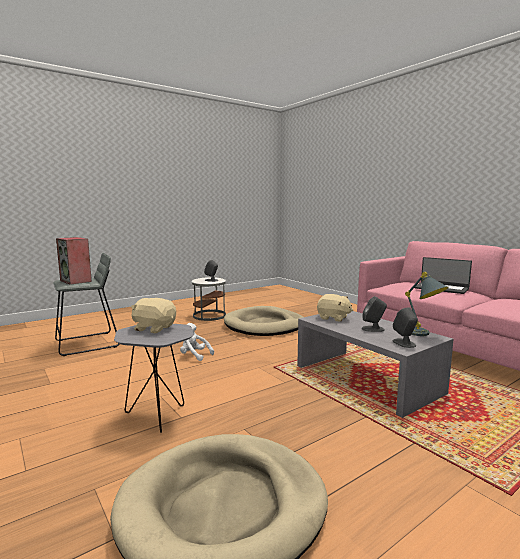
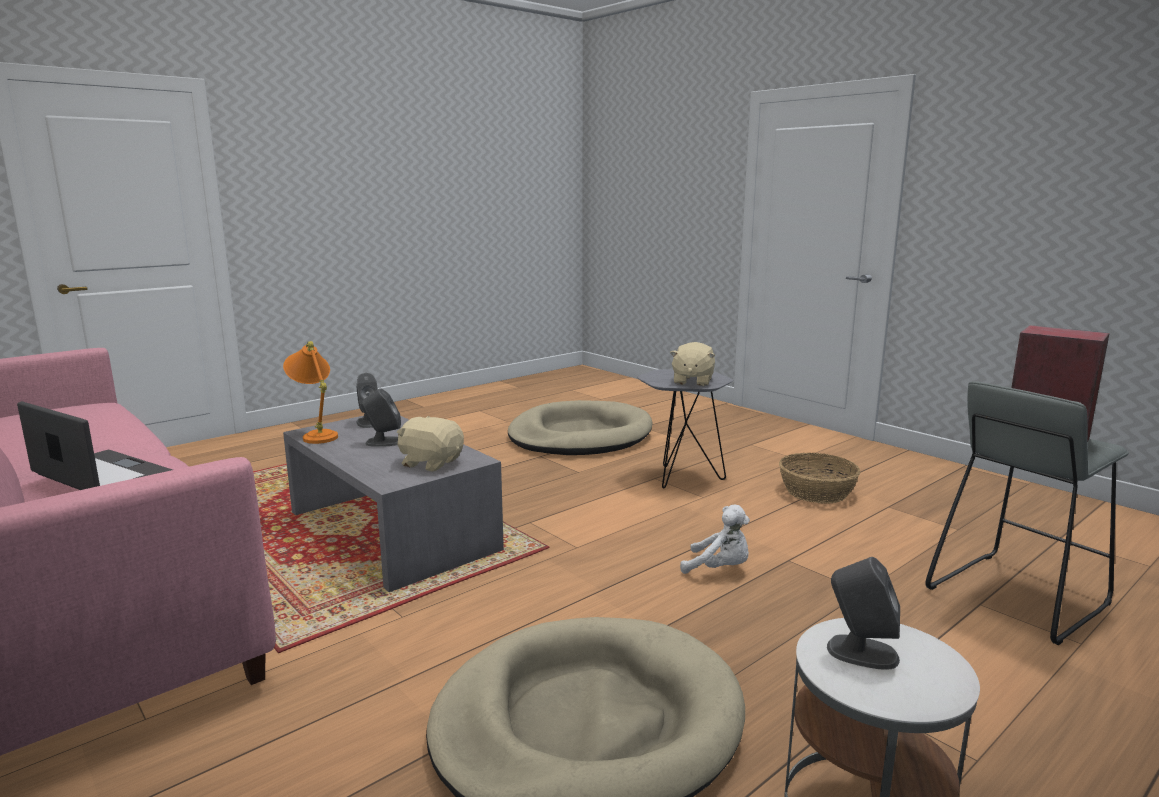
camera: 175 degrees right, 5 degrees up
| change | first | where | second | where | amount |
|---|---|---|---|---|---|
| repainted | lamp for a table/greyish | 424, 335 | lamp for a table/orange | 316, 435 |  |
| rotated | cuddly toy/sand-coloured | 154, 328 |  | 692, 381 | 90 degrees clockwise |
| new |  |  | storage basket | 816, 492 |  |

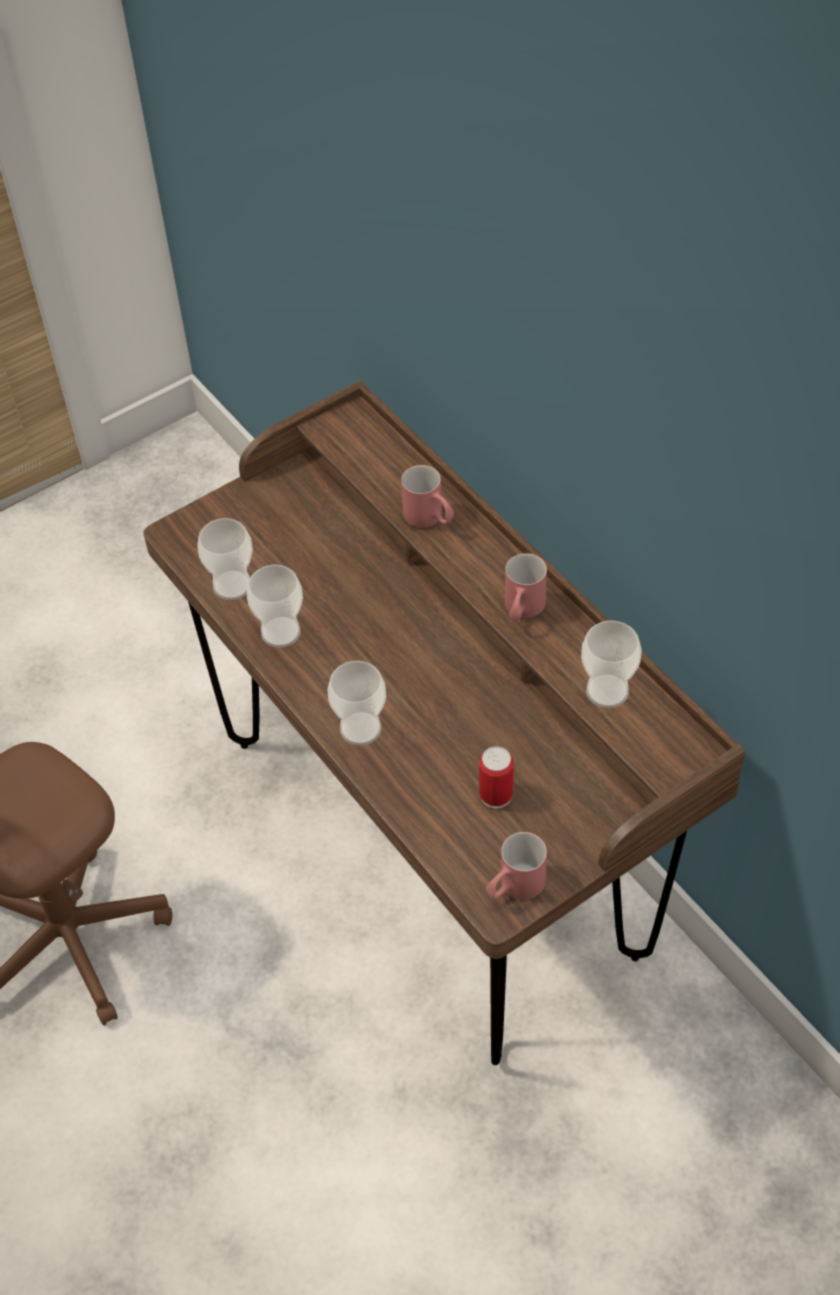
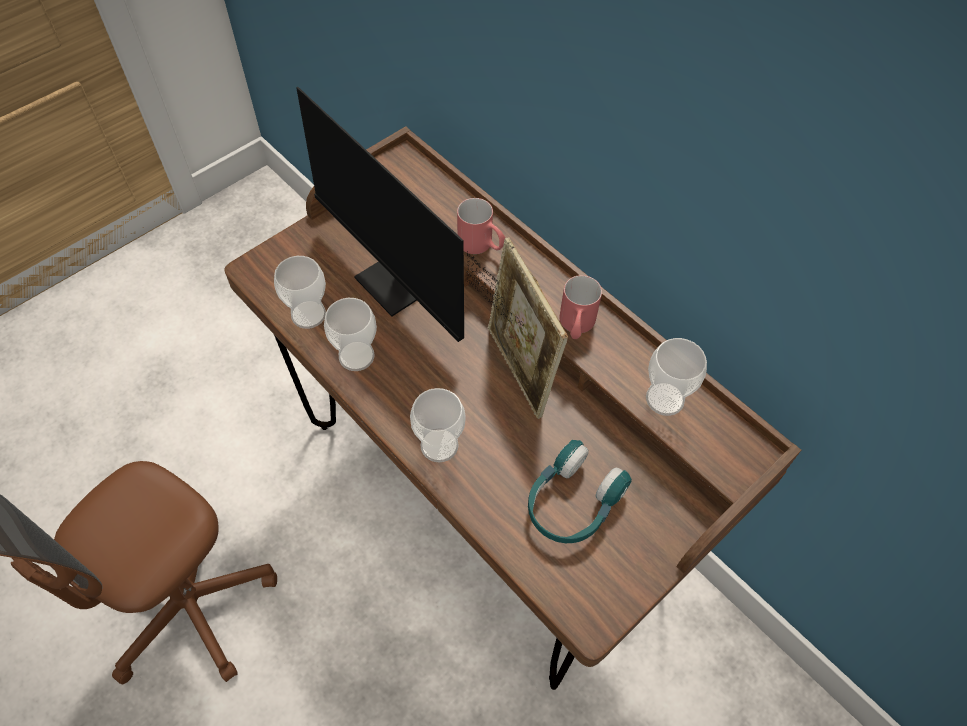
camera: 10 degrees left, 5 degrees up
| change | first | where | second | where | amount |
|---|---|---|---|---|---|
| swapped | sealed can | 496, 795 | headset/blue-green | 572, 503 |  |
| gone | mug/red | 514, 887 |  |  |  |
| new |  |  | monitor | 402, 290 |  |
| new |  |  | picture frame | 519, 371 |  |

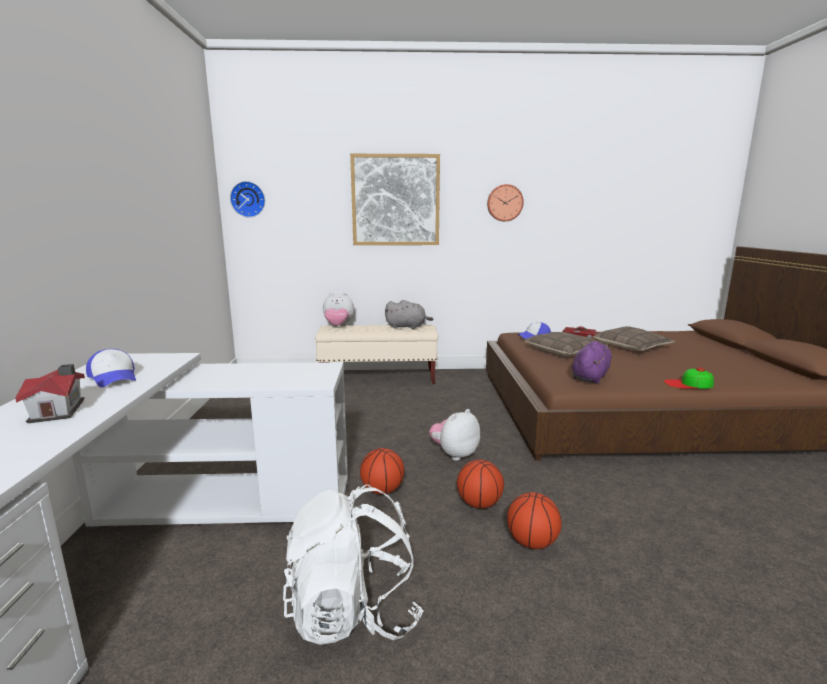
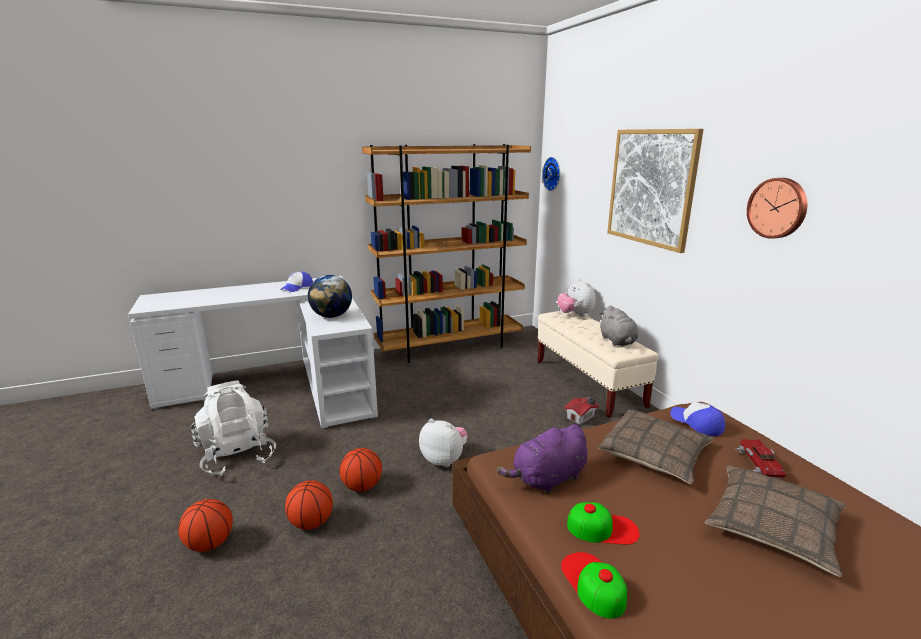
camera: 70 degrees right, 5 degrees up
| change | first | where | second | where | amount |
|---|---|---|---|---|---|
| rotated | cuddly toy/purple-coloured | 590, 377 |  | 547, 479 | 135 degrees clockwise |
| shifted | miniature house | 60, 410 |  | 581, 418 |  |
| shifted | ball for basketball | 382, 490 |  | 210, 544 |  |
| new |  |  | bookshelf/brown | 450, 347 |  |
| new |  |  | globe | 332, 316 |  |
| new |  |  | cap | 602, 528 |  |

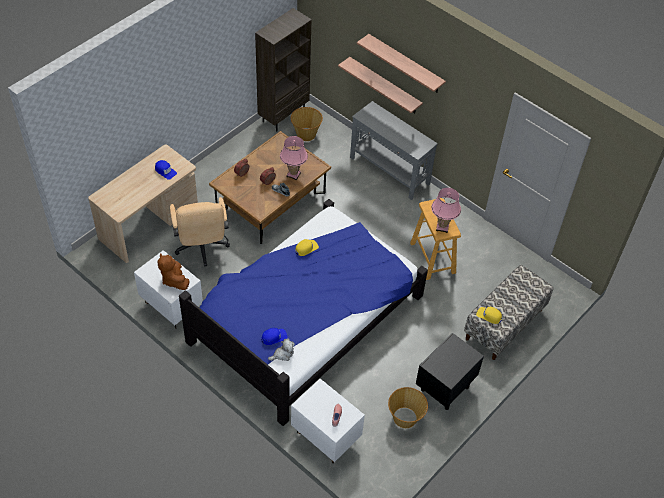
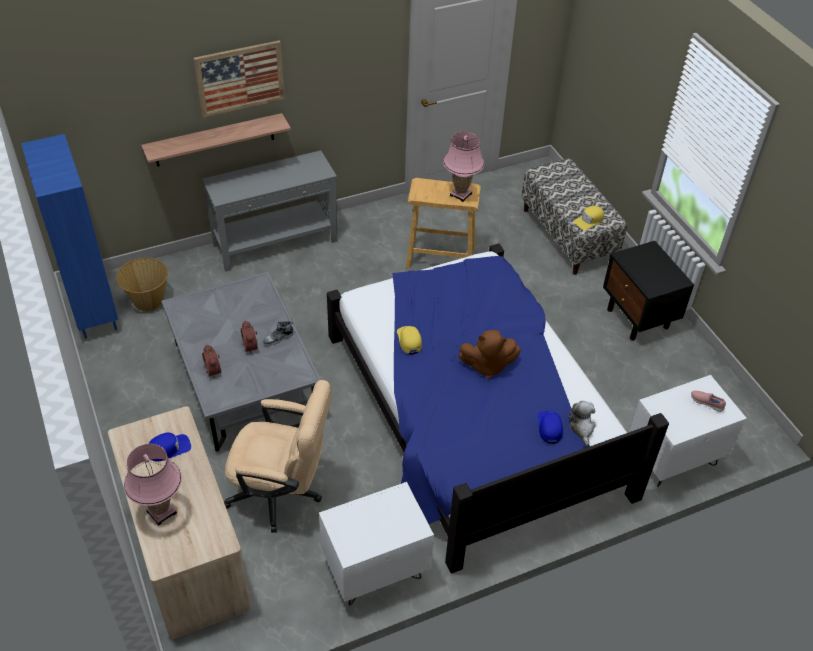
camera: 65 degrees left, 5 degrees down
| change | first | where | second | where | amount |
|---|---|---|---|---|---|
| repainted | bookshelf/brown | 283, 115 | bookshelf/blue | 93, 312 |  |
| swapped | wall shelf | 405, 64 | picture | 240, 78 |  |
| repainted | coffee table/brown | 271, 201 | coffee table/greyish | 244, 380 |  |
| shifted | lamp for a table/pinkish | 293, 175 |  | 161, 512 |  |
| shifted | cuddly toy/brown | 174, 280 |  | 487, 365 |  |
| gone | storage basket | 405, 418 |  |  |  |

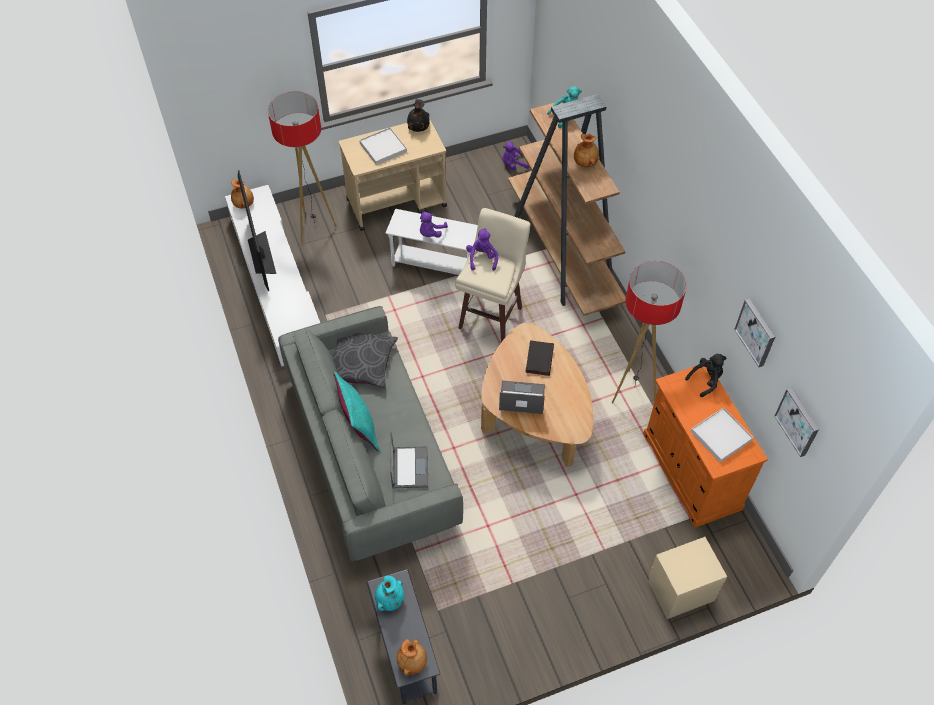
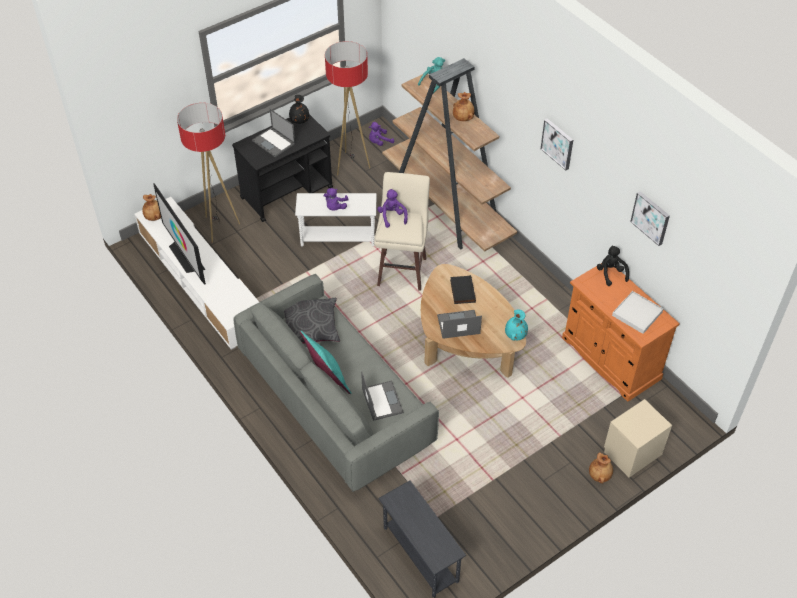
camera: 15 degrees left, 5 degrees down
| change | first | where | second | where | amount |
|---|---|---|---|---|---|
| repainted | wheeled cart/sand-coloured | 397, 202 | wheeled cart/black-coloured | 287, 192 |  |
| swapped | tray/white | 383, 148 | portable computer | 274, 142 |  |
| shifted | floor lamp | 632, 392 |  | 351, 165 |  |
| rotated | cuddly toy/black-coloured | 706, 380 |  | 611, 273 | 60 degrees counterclockwise |
| shifted | picture | 798, 421 |  | 558, 143 |  |
| shifted | vase/blue-green | 389, 599 |  | 515, 335 |  |
| shifted | vase/brown | 413, 662 |  | 600, 475 |  |

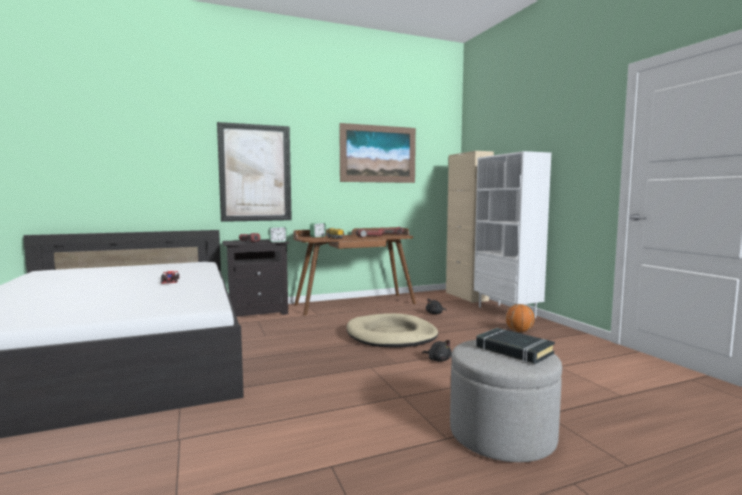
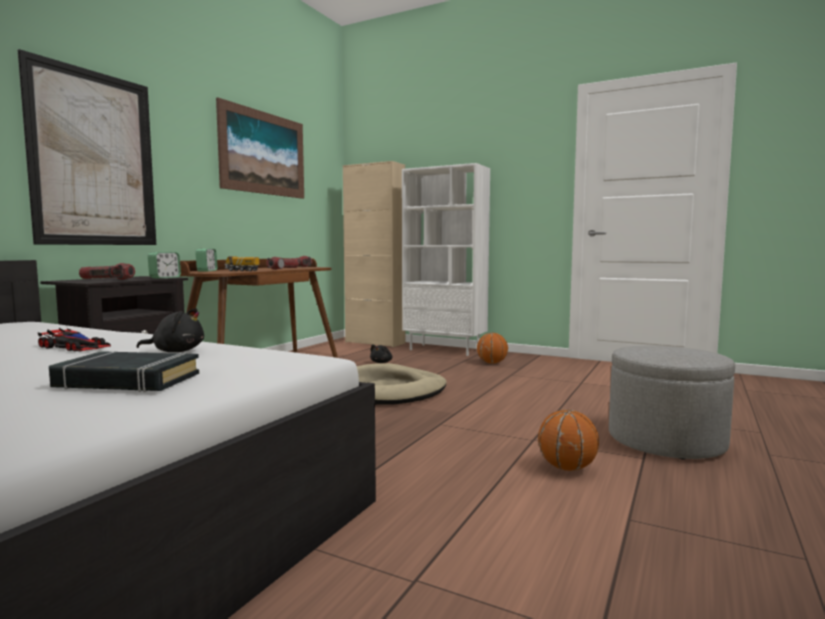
camera: 40 degrees left, 0 degrees up
| change | first | where | second | where | amount |
|---|---|---|---|---|---|
| shifted | volume/black-coloured | 513, 350 |  | 127, 381 |  |
| shifted | cuddly toy/black-coloured | 438, 360 |  | 176, 351 |  |
| new |  |  | ball for basketball | 567, 468 |  |

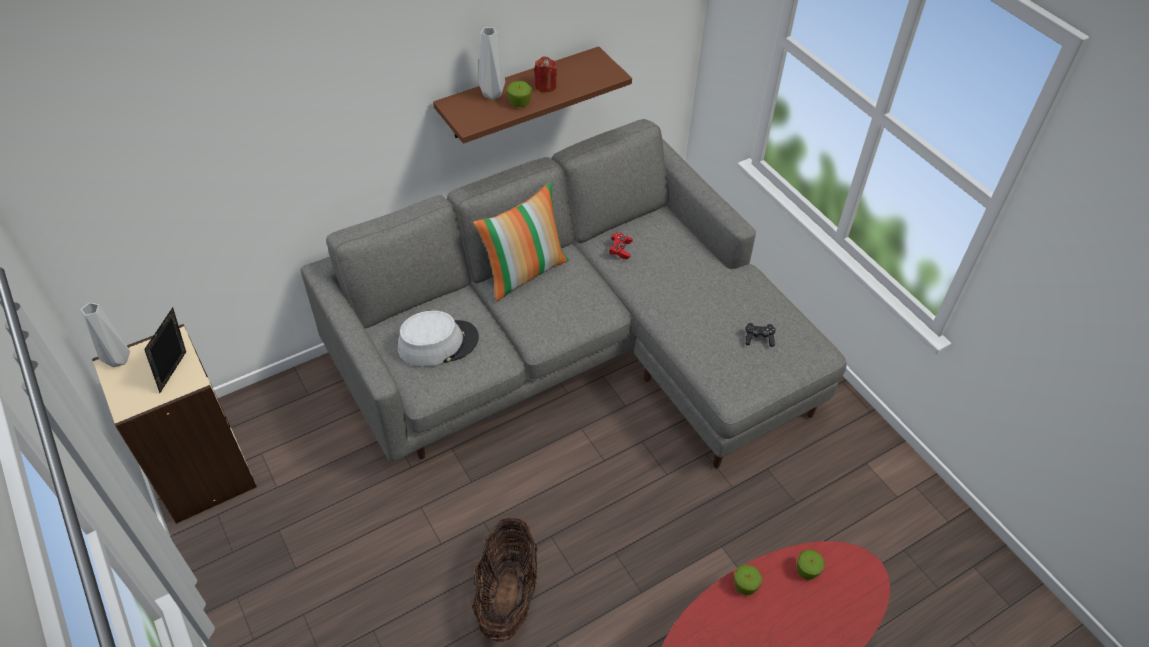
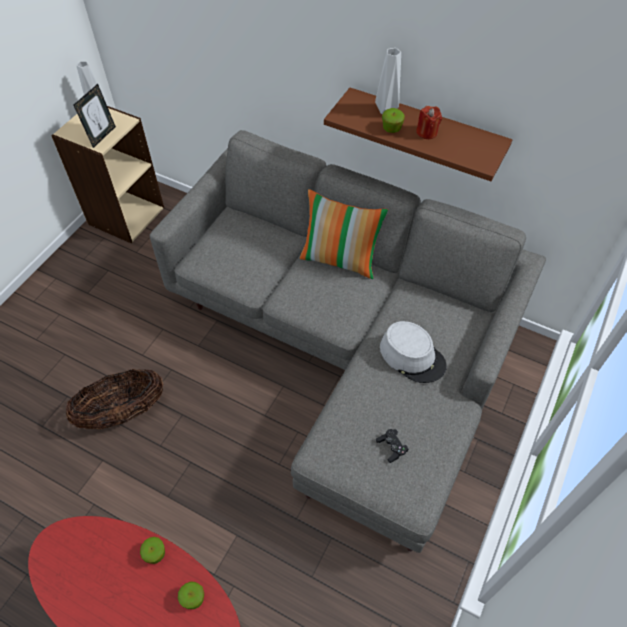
camera: 60 degrees right, 5 degrees up
| change | first | where | second | where | amount |
|---|---|---|---|---|---|
| gone | game controller/red | 620, 249 |  |  |  |
| rotated | picture frame | 177, 373 |  | 102, 136 | 135 degrees clockwise |
| shifted | clothing hat/greyish | 438, 343 |  | 412, 356 |  |

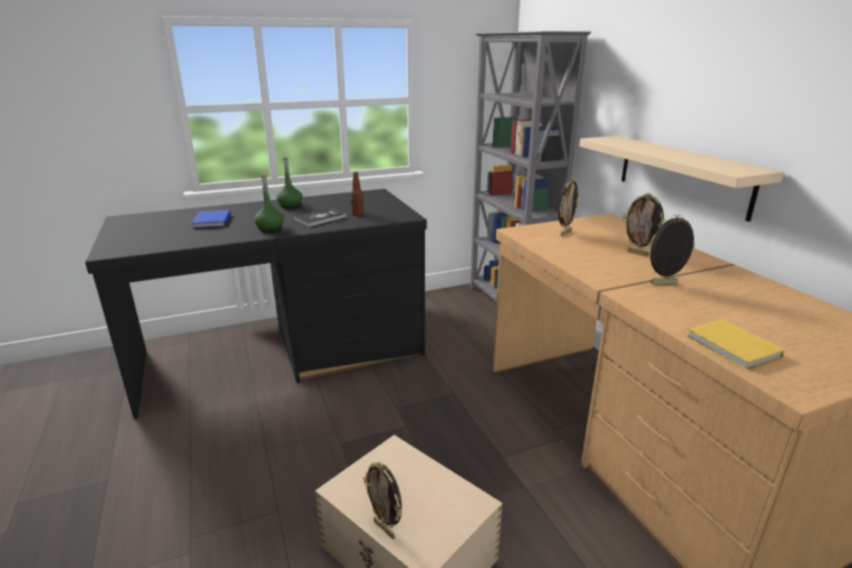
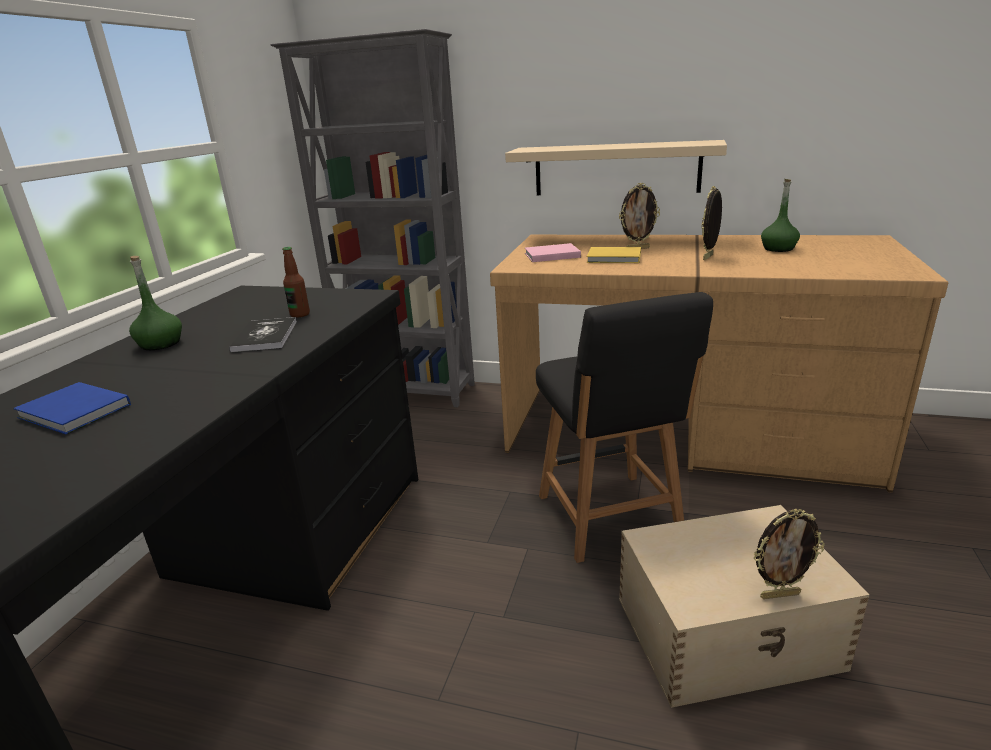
camera: 50 degrees left, 0 degrees up
| change | first | where | second | where | amount |
|---|---|---|---|---|---|
| shifted | drink bottle/greenish | 270, 228 |  | 778, 249 |  |
| swapped | picture frame | 564, 233 | volume/pinkish | 550, 255 |  |
| shifted | volume/yellowish | 733, 347 |  | 615, 258 |  |
| new |  |  | plain chair/black-coloured | 610, 519 |  |

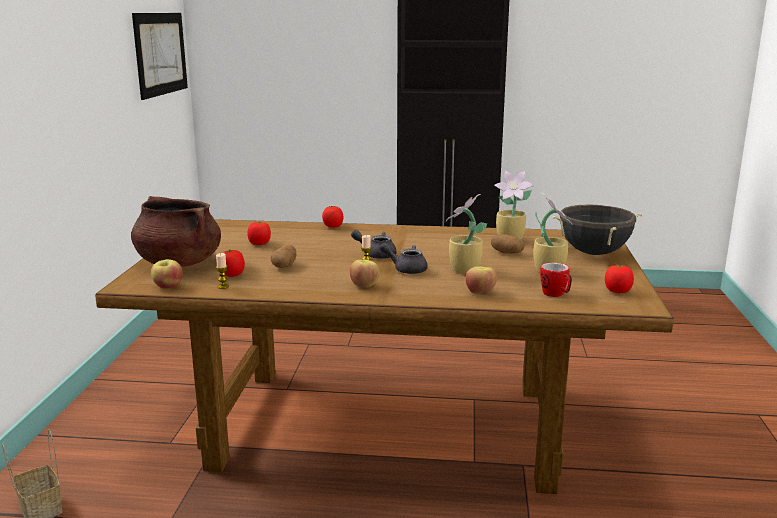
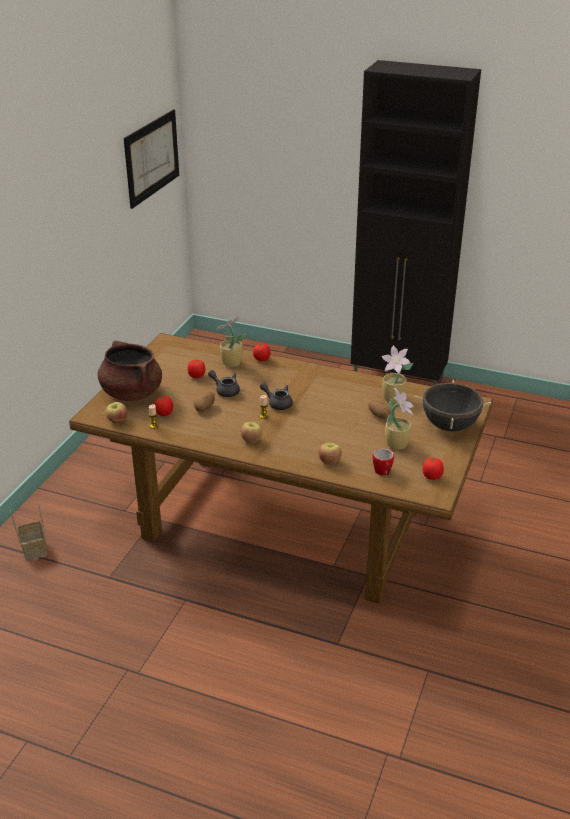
camera: 15 degrees right, 15 degrees up
| change | first | where | second | where | amount |
|---|---|---|---|---|---|
| shifted | houseplant | 463, 270 |  | 230, 363 |  |
| shifted | tea pot/greyish | 406, 269 |  | 225, 390 |  |

